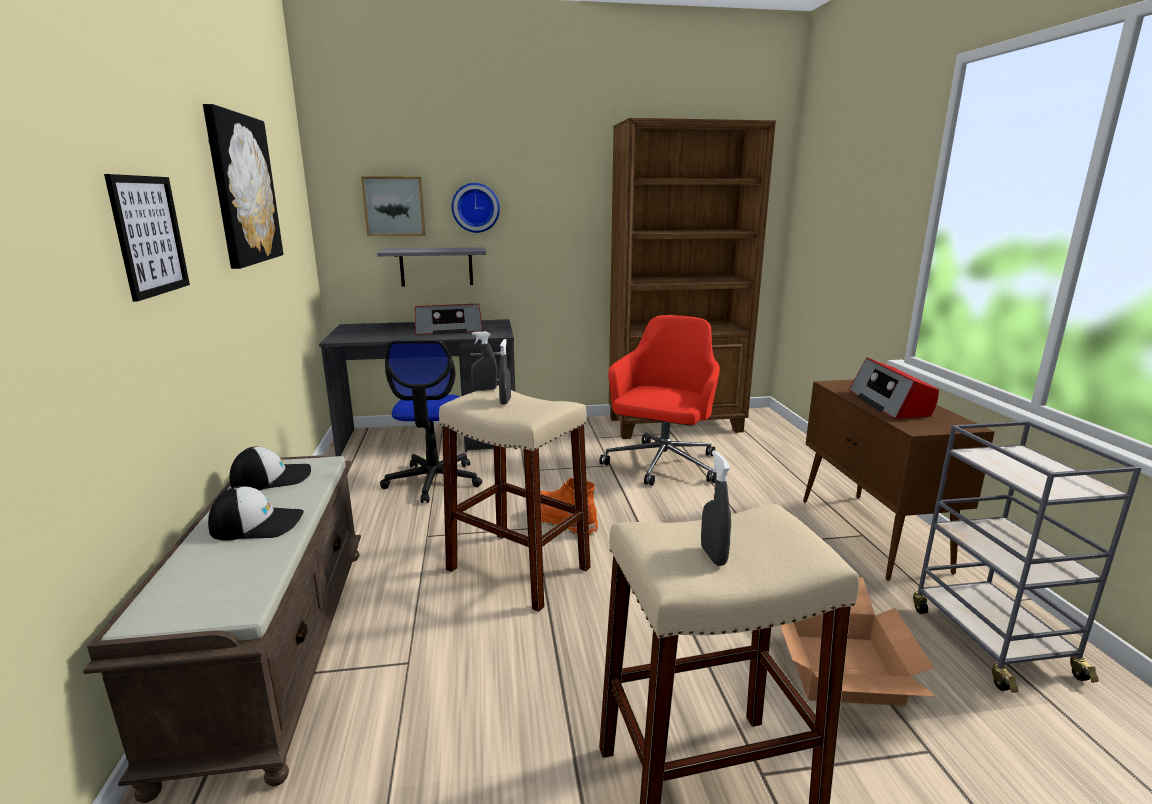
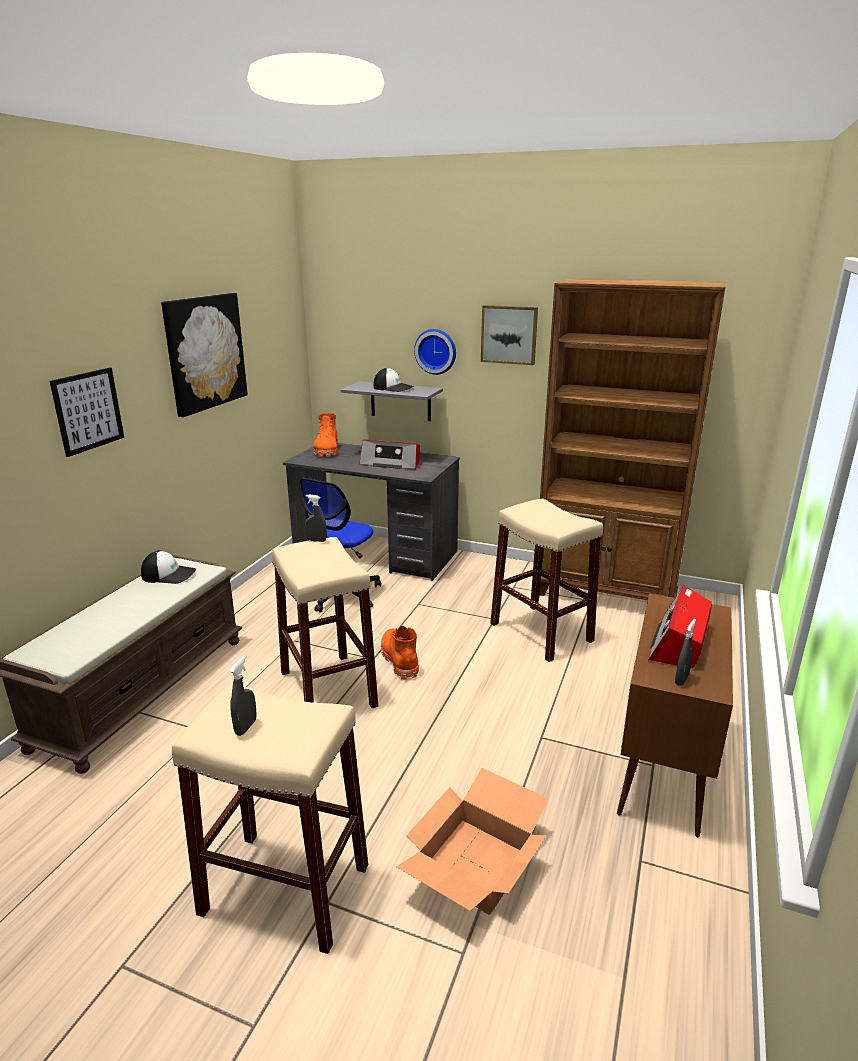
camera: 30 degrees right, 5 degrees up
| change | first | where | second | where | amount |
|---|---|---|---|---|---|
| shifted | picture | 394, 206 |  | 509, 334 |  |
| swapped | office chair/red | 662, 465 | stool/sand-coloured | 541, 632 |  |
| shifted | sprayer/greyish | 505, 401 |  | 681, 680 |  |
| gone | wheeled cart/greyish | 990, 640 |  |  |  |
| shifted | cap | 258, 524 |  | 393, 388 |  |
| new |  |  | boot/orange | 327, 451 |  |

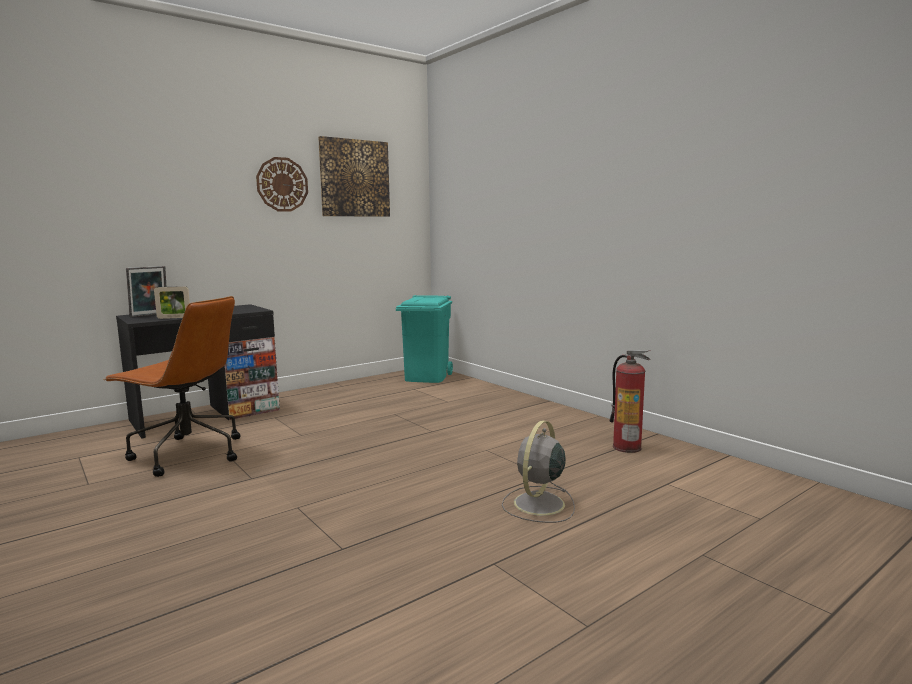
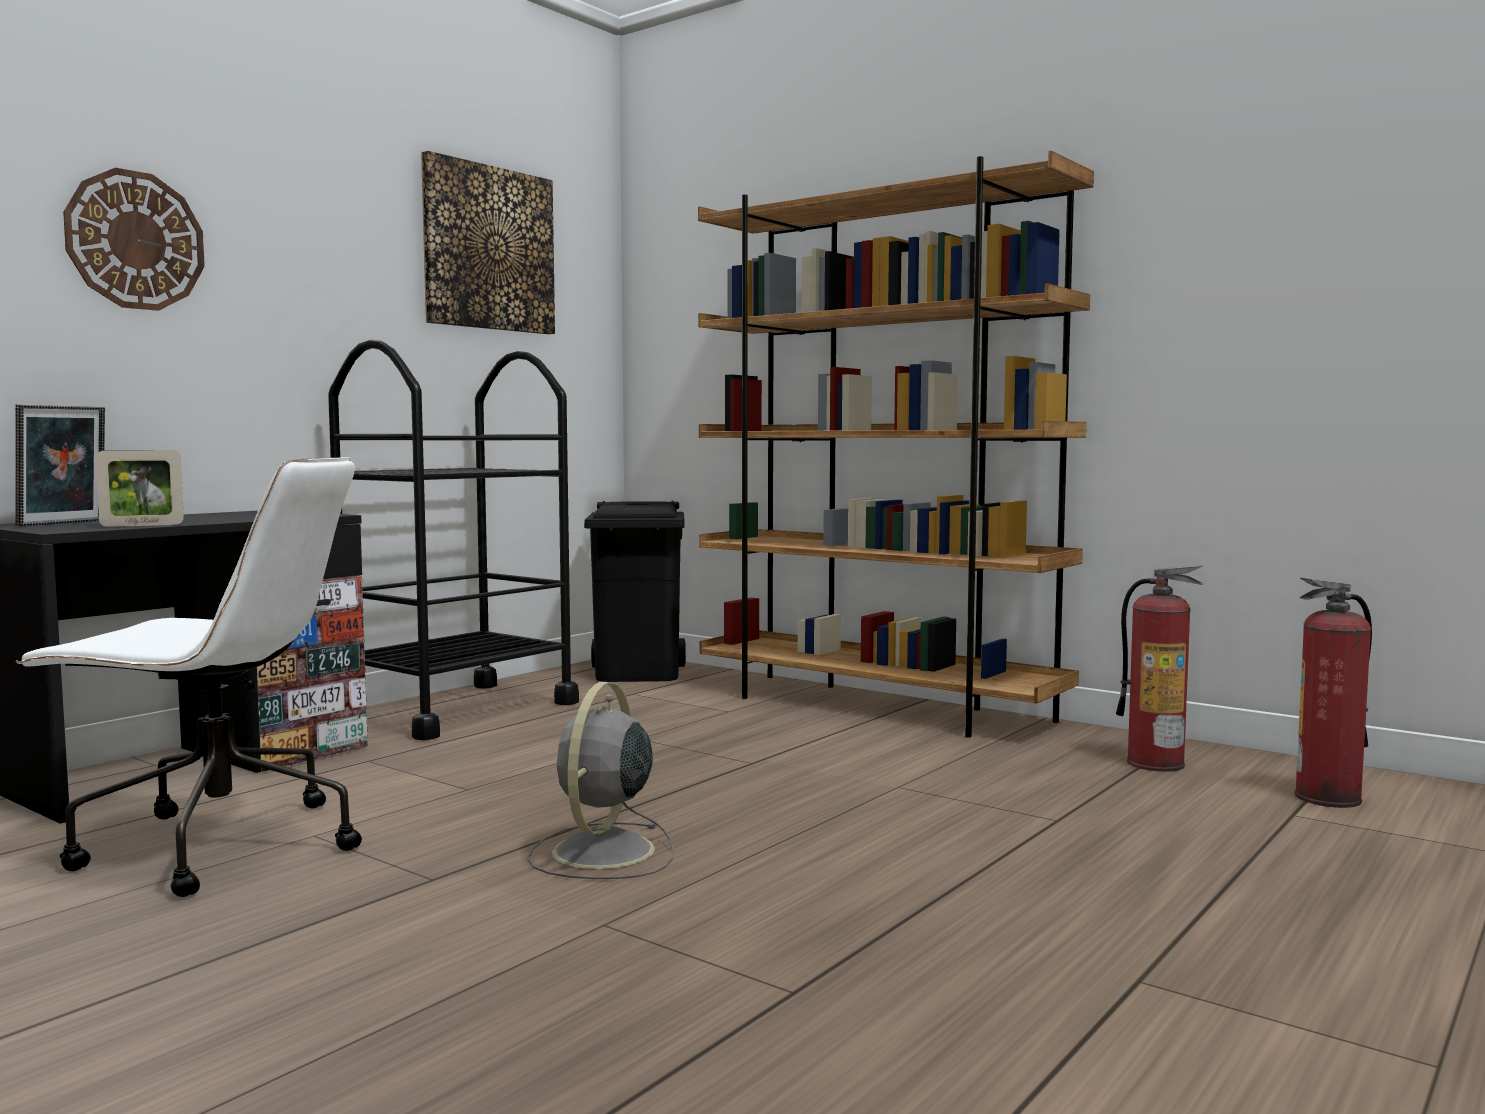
camera: 15 degrees left, 5 degrees down
| change | first | where | second | where | amount |
|---|---|---|---|---|---|
| shifted | wall clock | 282, 184 |  | 135, 240 |  |
| repainted | trash can/blue-green | 427, 377 | trash can/black-coloured | 638, 673 |  |
| repainted | office chair/brown | 186, 454 | office chair/white | 216, 846 |  |
| shifted | fan/greyish | 538, 504 |  | 601, 853 |  |
| new |  |  | bookshelf/brown | 877, 706 |  |
| new |  |  | wheeled cart/black-coloured | 458, 710 |  |
| new |  |  | extinguisher | 1328, 798 |  |

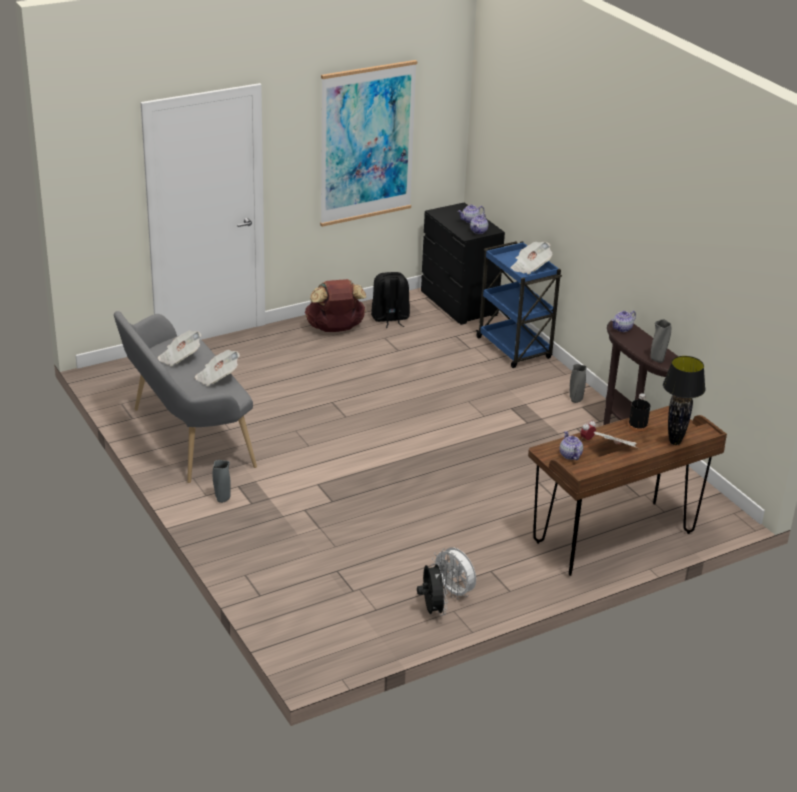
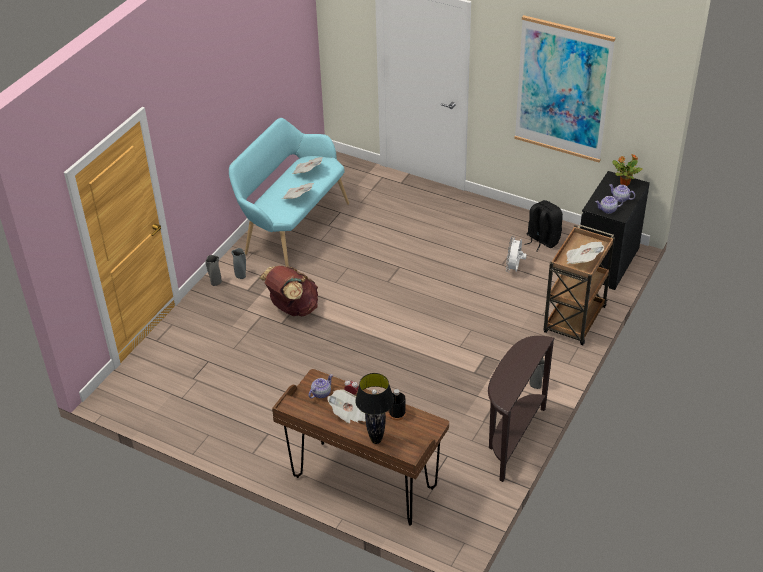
camera: 60 degrees right, 10 degrees up
| change | first | where | second | where | amount |
|---|---|---|---|---|---|
| repainted | wheeled cart/blue | 514, 349 | wheeled cart/brown | 574, 321 |  |
| shifted | rucksack/brown | 335, 329 |  | 292, 308 |  |
| repainted | long seat/greyish | 185, 438 | long seat/blue-green | 292, 228 |  |
| gone | tea pot | 622, 329 |  |  |  |
| shifted | vase/greyish | 657, 359 |  | 215, 282 |  |
| shifted | fan/white | 454, 592 |  | 514, 269 |  |
| gone | fan/black-coloured | 431, 610 |  |  |  |
| new |  |  | houseplant | 624, 183 |  |

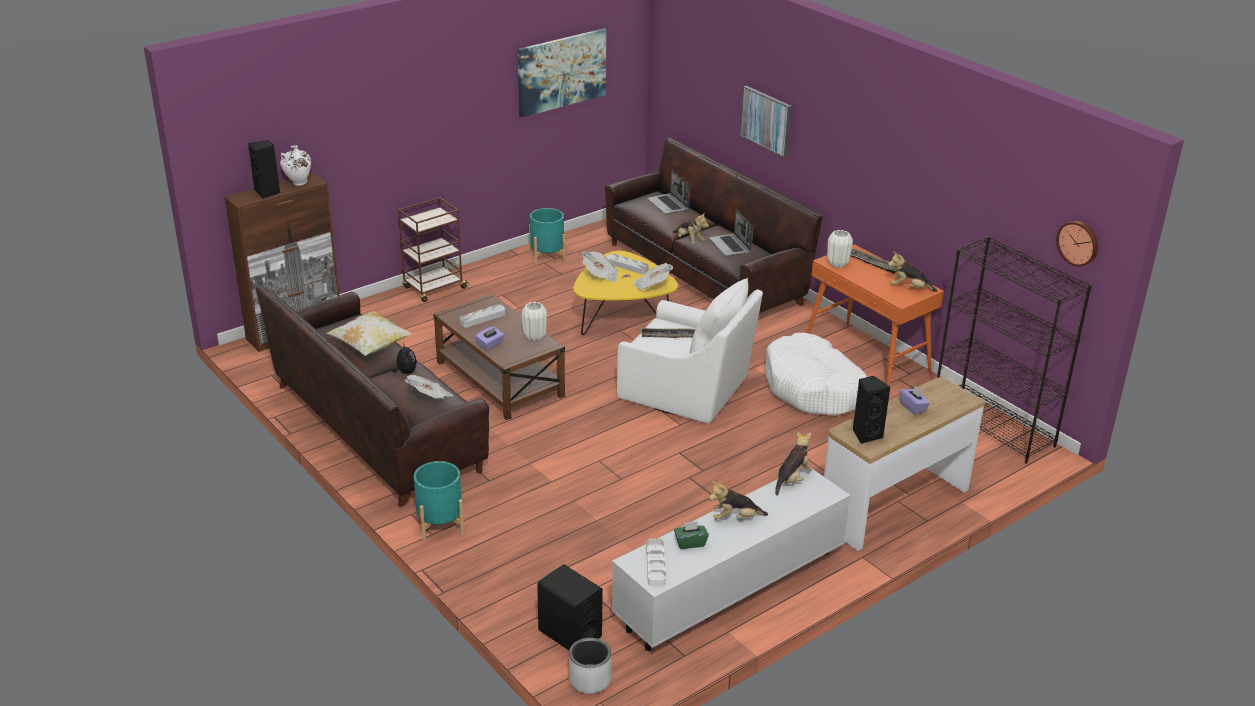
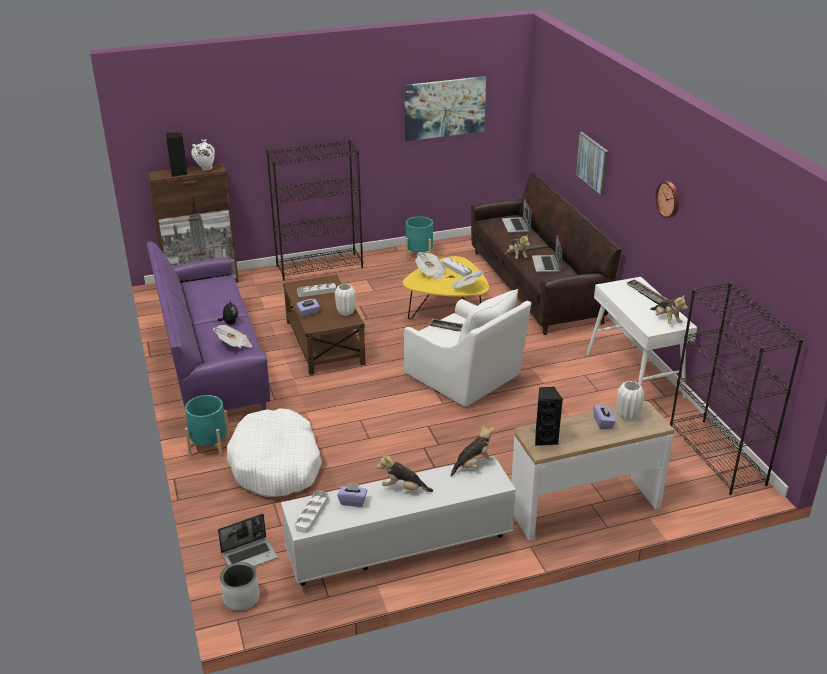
camera: 20 degrees right, 0 degrees up
| change | first | where | second | where | amount |
|---|---|---|---|---|---|
| swapped | wheeled cart/brown | 434, 288 | bookshelf/black-coloured | 320, 267 |  |
| shifted | wall clock | 1078, 242 |  | 669, 199 |  |
| shifted | vase/white | 838, 264 |  | 628, 416 |  |
| repainted | console table/orange | 867, 358 | console table/white | 634, 376 |  |
| rotated | cuddly toy | 909, 288 |  | 666, 320 | 150 degrees counterclockwise |
| repainted | sofa/brown | 376, 428 | sofa/purple-coloured | 212, 363 |  |
| gone | pillow | 370, 346 |  |  |  |
| shifted | pet bed/white | 814, 388 |  | 276, 465 |  |
| repainted | tissue box/greenish | 690, 543 | tissue box/purple-coloured | 353, 501 |  |
| swapped | audio speaker/black-coloured | 569, 633 | portable computer | 250, 555 |  |

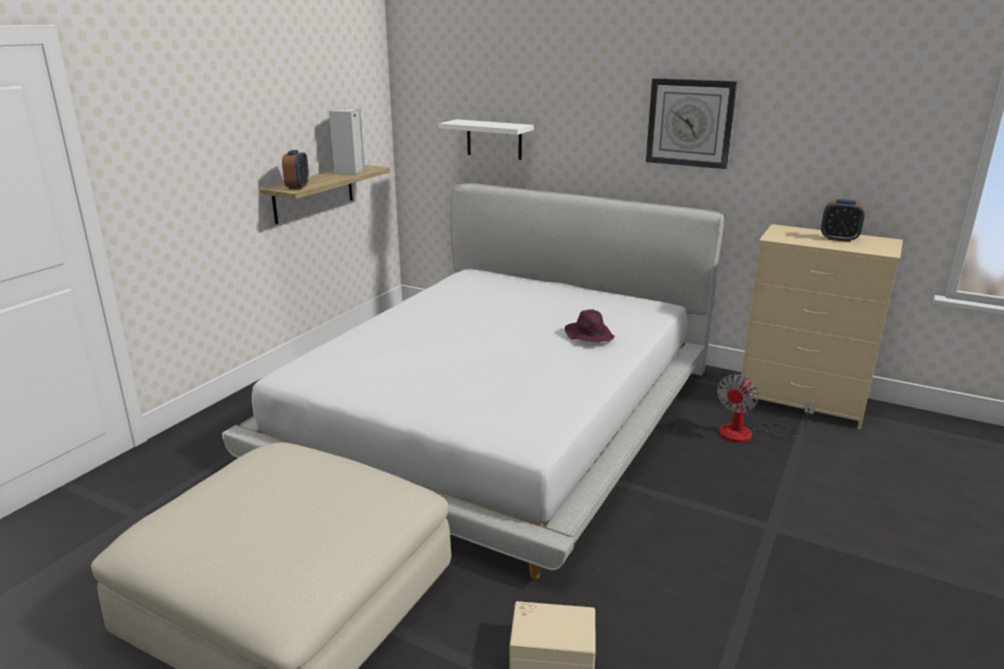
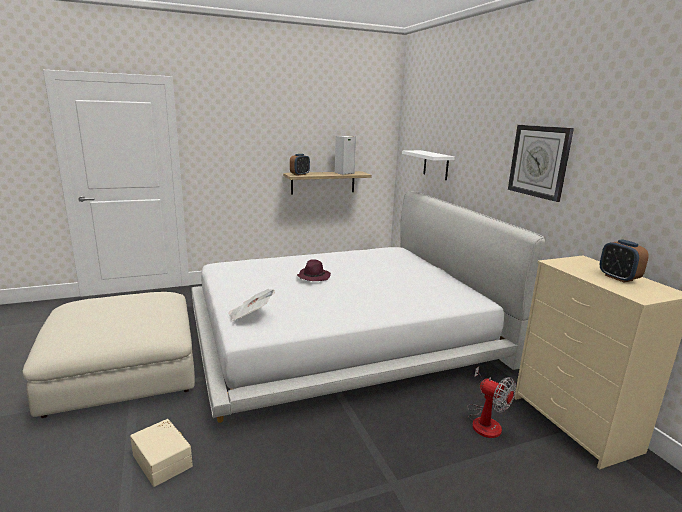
camera: 40 degrees right, 5 degrees down
| change | first | where | second | where | amount |
|---|---|---|---|---|---|
| shifted | clothing hat/purple-coloured | 589, 335 |  | 313, 276 |  |
| rotated | fan | 747, 433 |  | 484, 420 | 120 degrees counterclockwise |
| new |  |  | newspaper | 250, 316 |  |

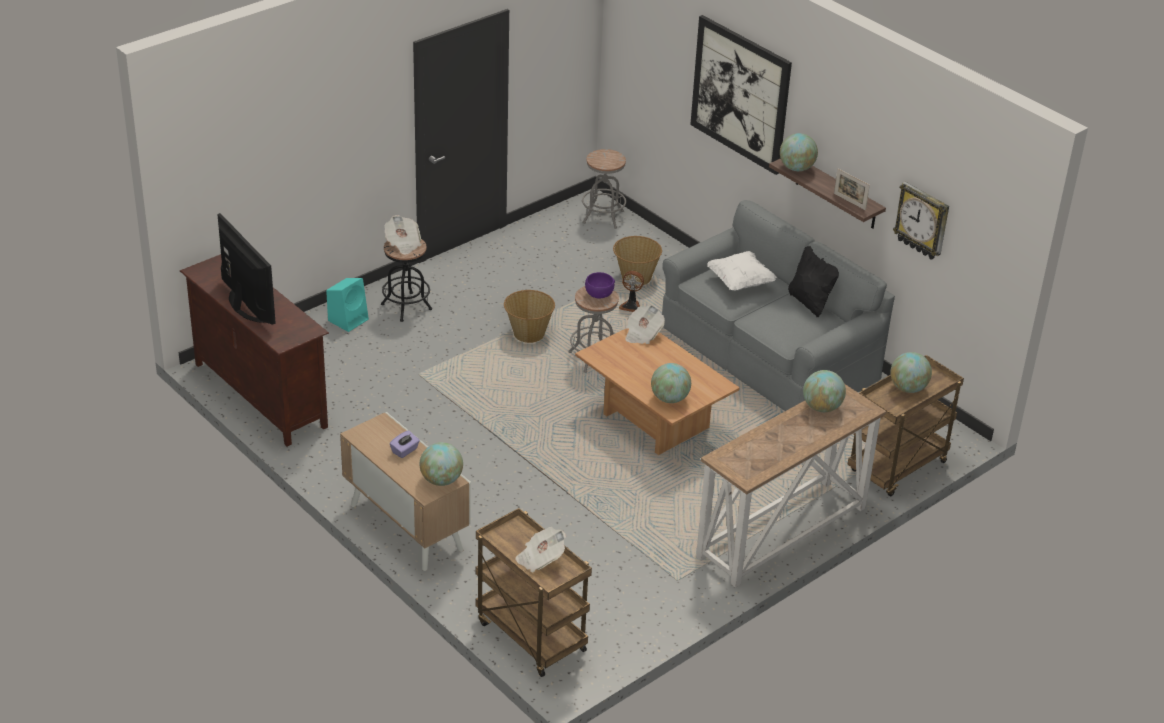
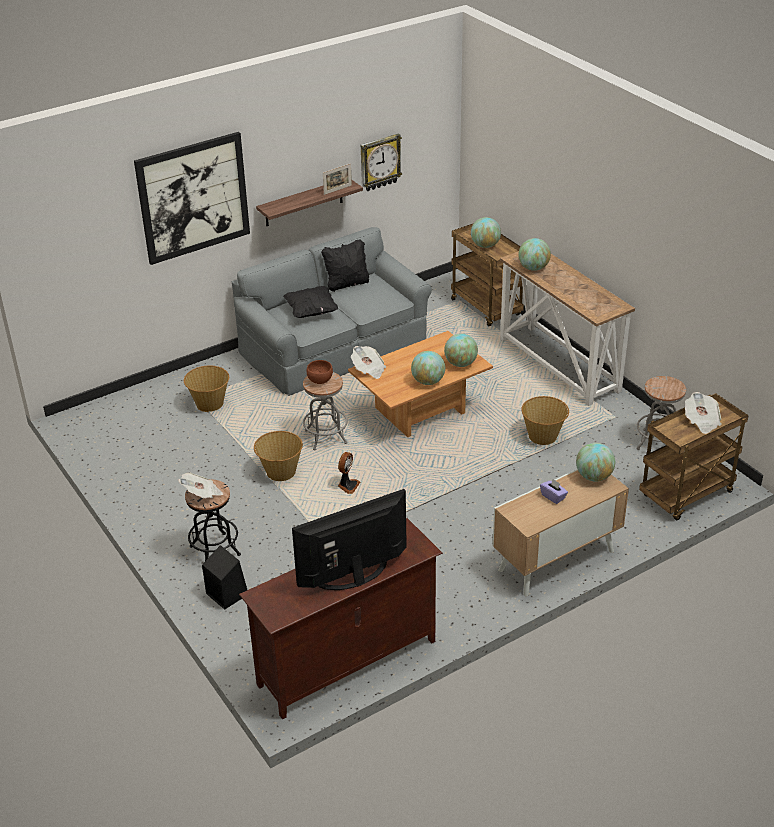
camera: 80 degrees left, 0 degrees up
| change | first | where | second | where | amount |
|---|---|---|---|---|---|
| shifted | globe | 796, 168 |  | 428, 381 |  |
| shifted | stool/greyish | 603, 217 |  | 657, 443 |  |
| repainted | pillow/white | 740, 282 | pillow/black-coloured | 311, 311 |  |
| shifted | fan | 631, 306 |  | 348, 485 |  |
| repainted | deep dish/purple-coloured | 599, 294 | deep dish/brown | 319, 380 |  |
| repainted | audio speaker/blue-green | 348, 319 | audio speaker/black-coloured | 226, 593 |  |
| new |  |  | storage basket | 543, 436 |  |

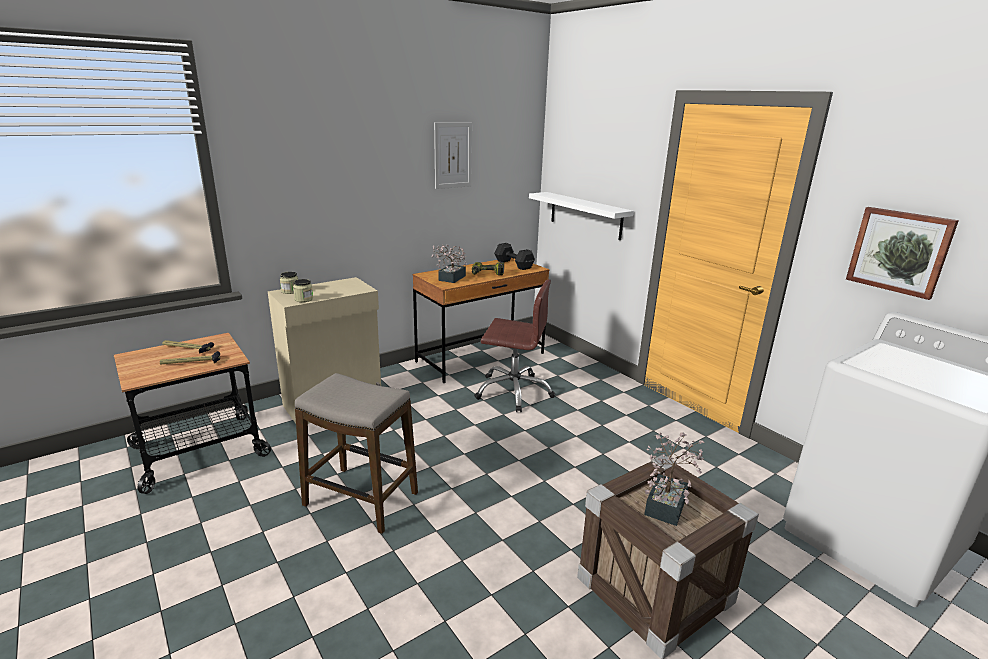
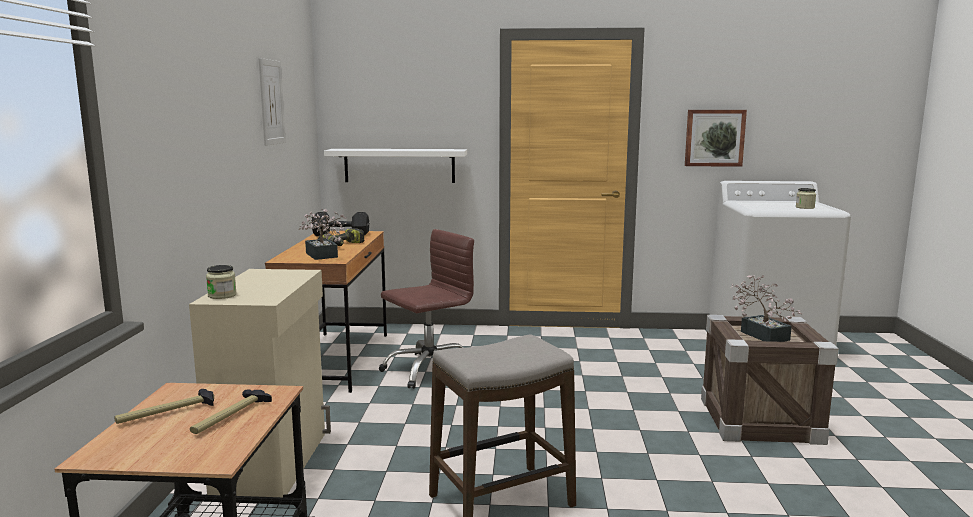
camera: 50 degrees left, 10 degrees down
| change | first | where | second | where | amount |
|---|---|---|---|---|---|
| shifted | jar | 304, 299 |  | 805, 207 |  |

